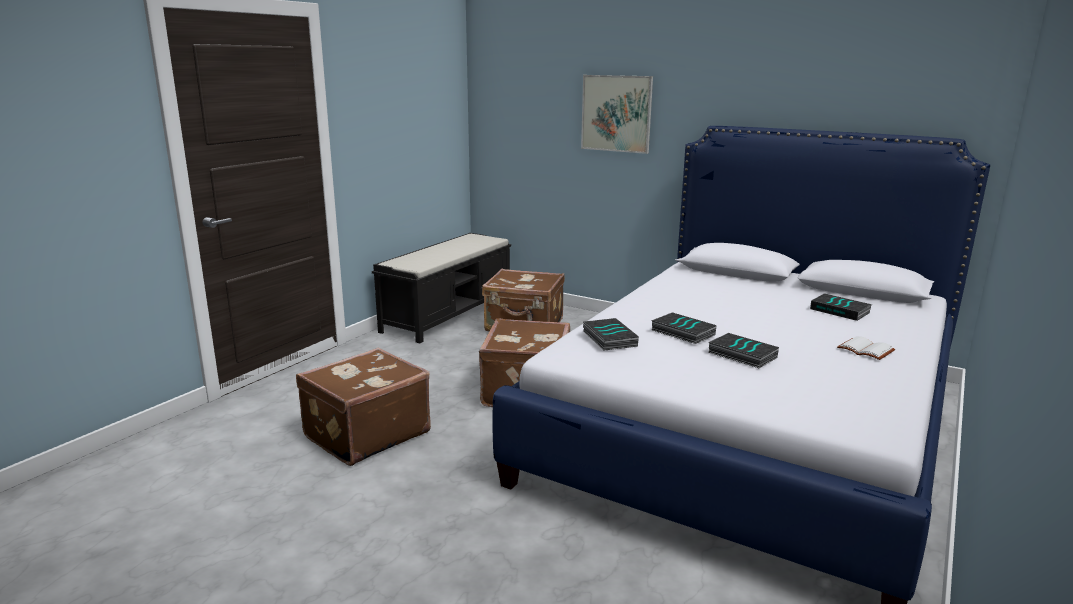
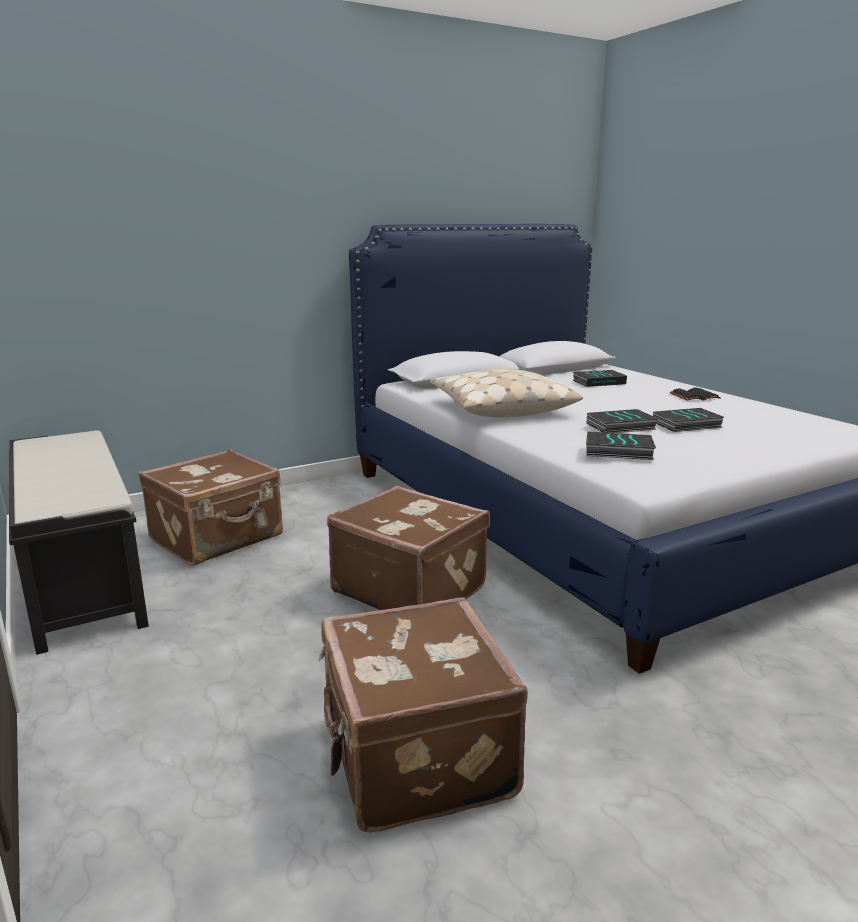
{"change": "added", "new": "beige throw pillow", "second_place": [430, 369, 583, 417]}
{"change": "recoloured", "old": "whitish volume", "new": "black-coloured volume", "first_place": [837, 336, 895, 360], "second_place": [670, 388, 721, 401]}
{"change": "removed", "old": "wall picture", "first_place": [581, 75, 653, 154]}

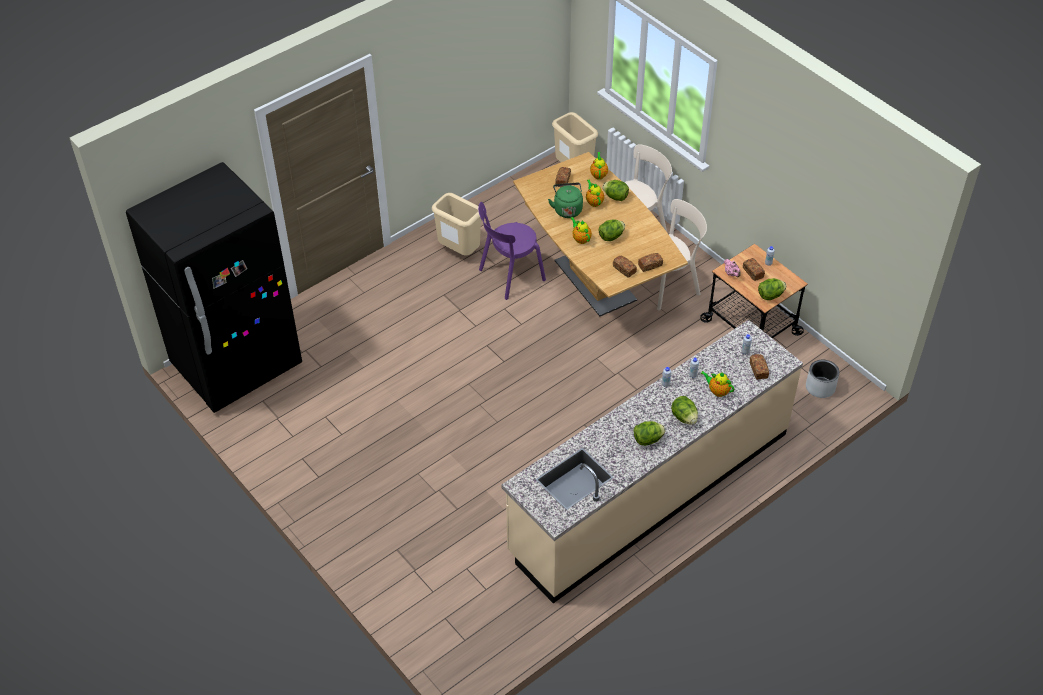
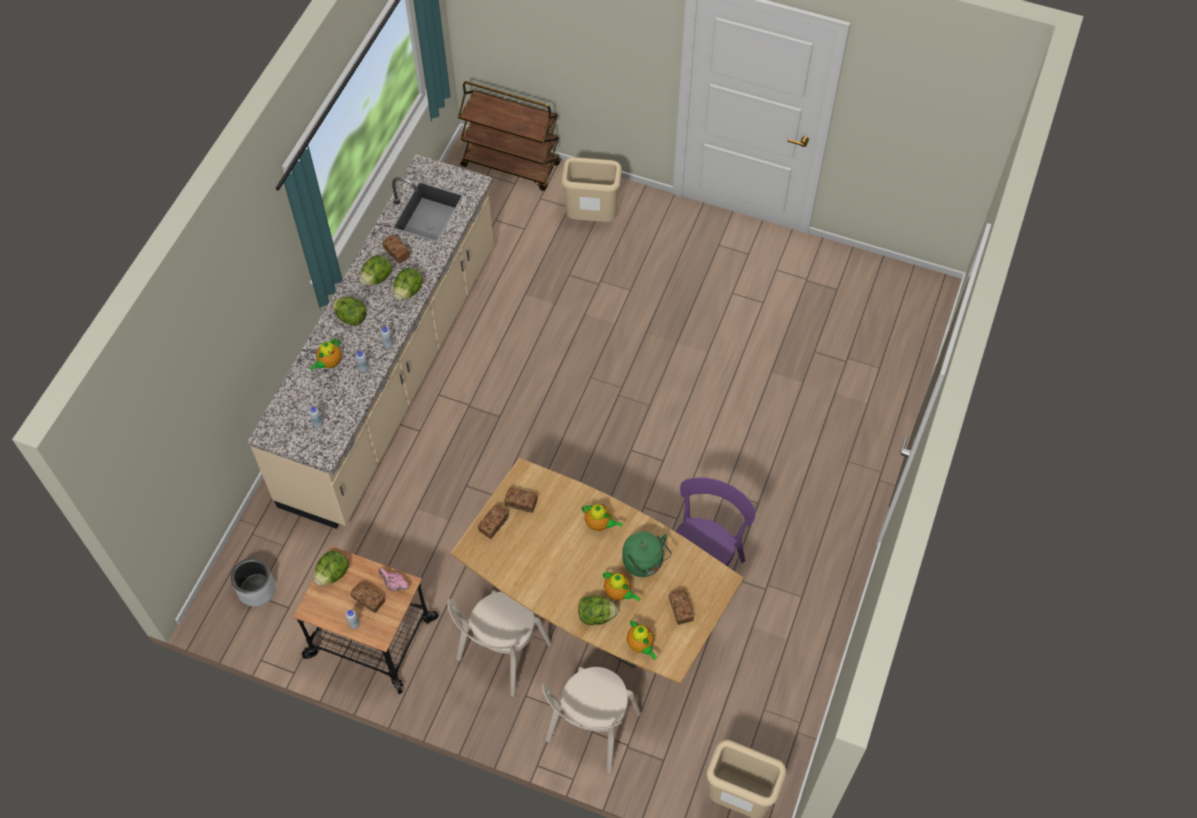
{"change": "turned", "old": "teapot", "first_place": [701, 371, 734, 397], "second_place": [310, 339, 342, 371], "degrees": 120}
{"change": "moved", "old": "bakery bread", "first_place": [750, 354, 769, 380], "second_place": [382, 235, 410, 264]}
{"change": "moved", "old": "lettuce head", "first_place": [599, 219, 625, 241], "second_place": [393, 268, 423, 300]}
{"change": "added", "new": "brown trolley", "second_place": [458, 81, 561, 191]}
{"change": "moved", "old": "beige rubbish bin", "first_place": [432, 193, 481, 255], "second_place": [561, 157, 622, 222]}
{"change": "removed", "old": "black-coloured fridge", "first_place": [126, 162, 302, 413]}

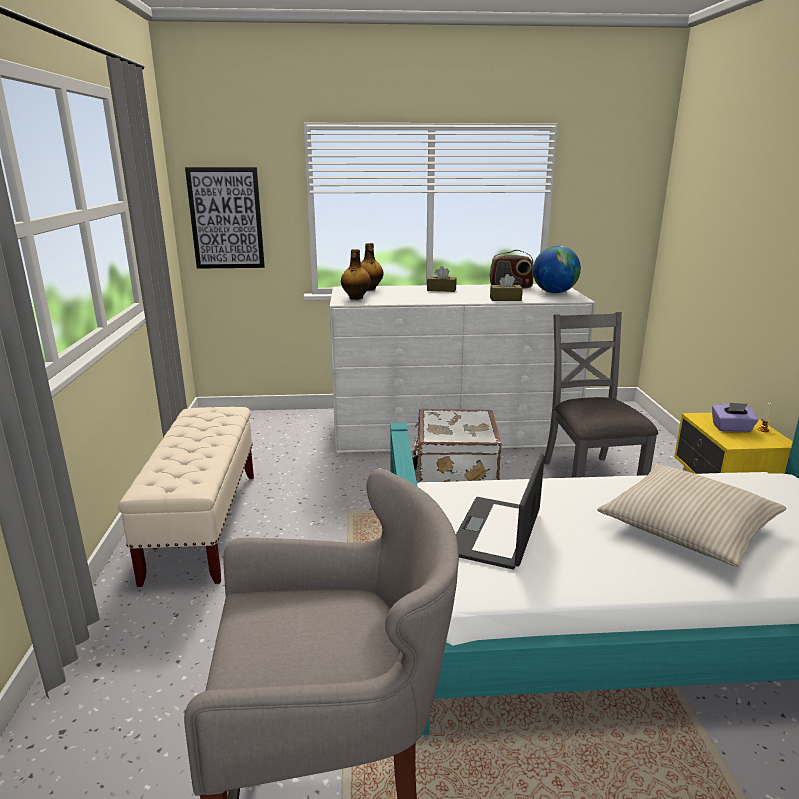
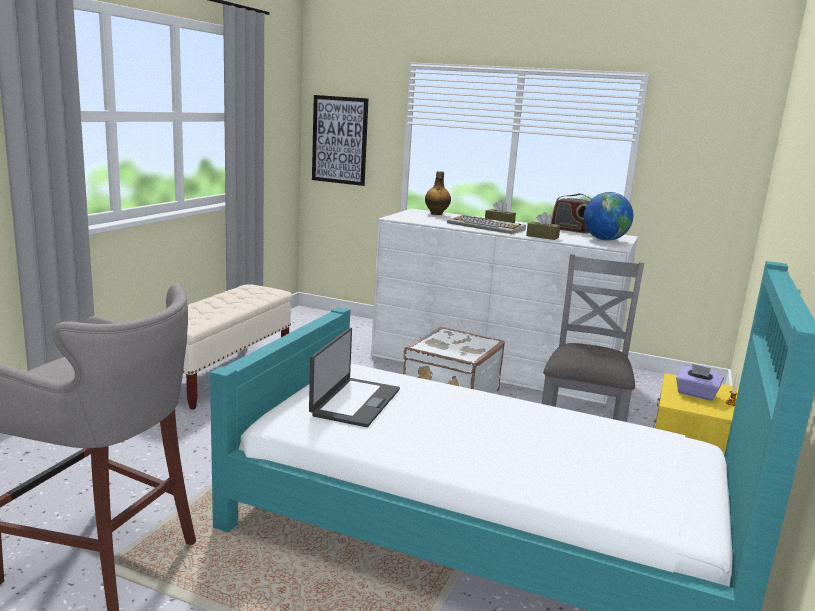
{"change": "turned", "old": "notebook computer", "first_place": [456, 453, 545, 570], "second_place": [309, 328, 400, 427], "degrees": 150}
{"change": "added", "new": "computer keyboard", "second_place": [447, 215, 526, 234]}
{"change": "removed", "old": "bottle", "first_place": [341, 249, 371, 300]}
{"change": "removed", "old": "beige throw pillow", "first_place": [597, 463, 786, 567]}

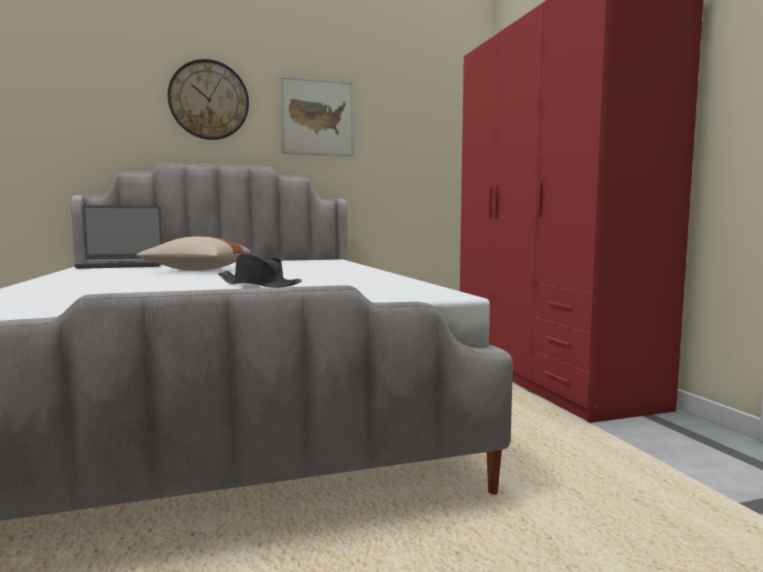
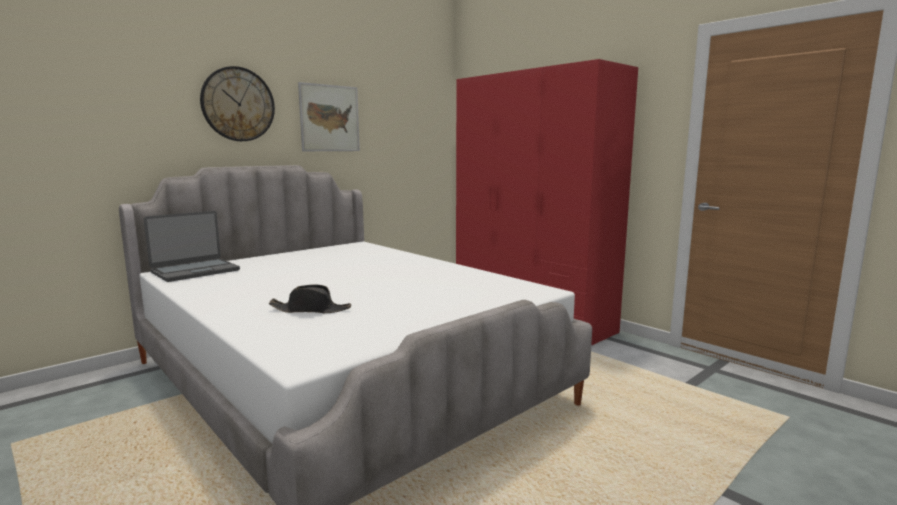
{"change": "moved", "old": "black-coloured wearable hat", "first_place": [218, 253, 302, 288], "second_place": [268, 284, 351, 313]}
{"change": "removed", "old": "beige throw pillow", "first_place": [136, 236, 251, 271]}

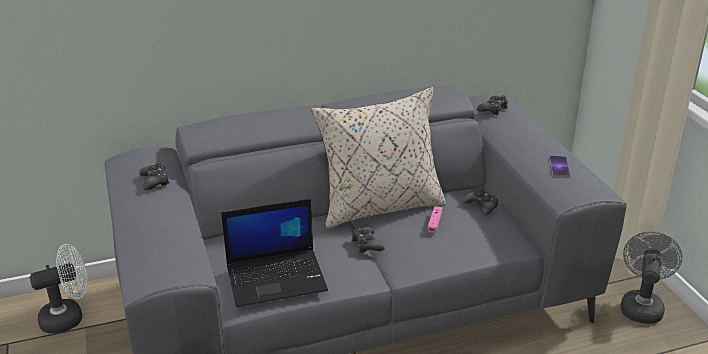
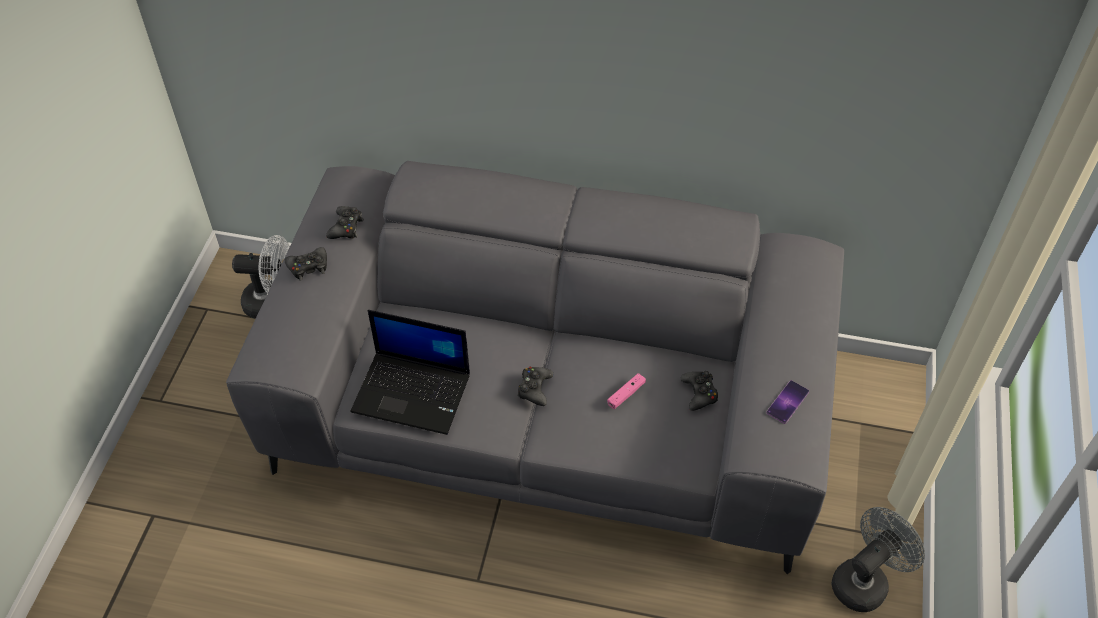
{"change": "moved", "old": "black-coloured joypad", "first_place": [477, 95, 508, 115], "second_place": [284, 247, 327, 281]}
{"change": "removed", "old": "beige throw pillow", "first_place": [311, 87, 446, 229]}

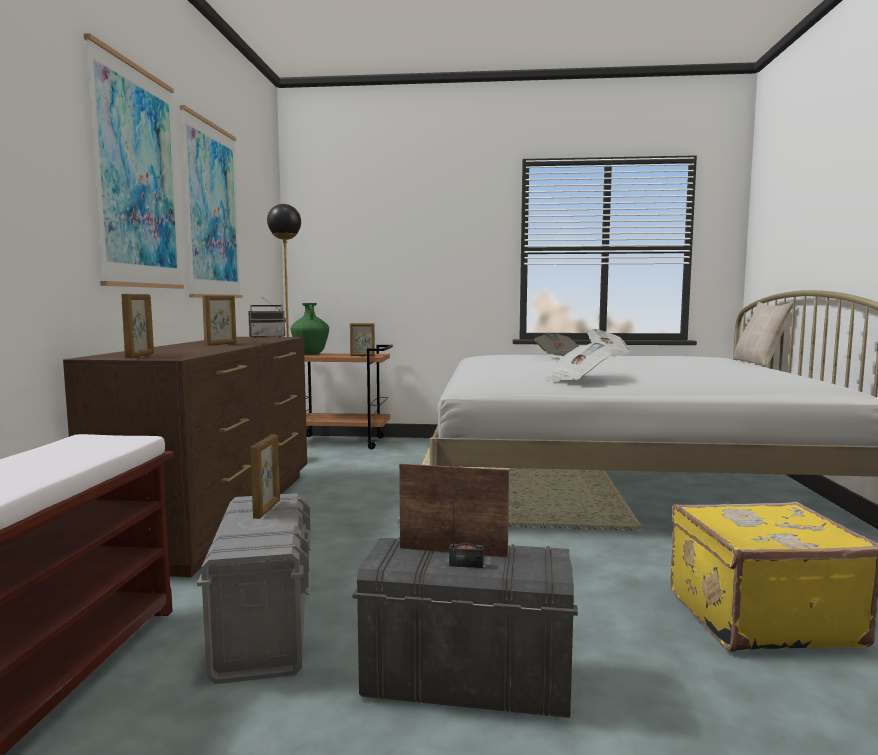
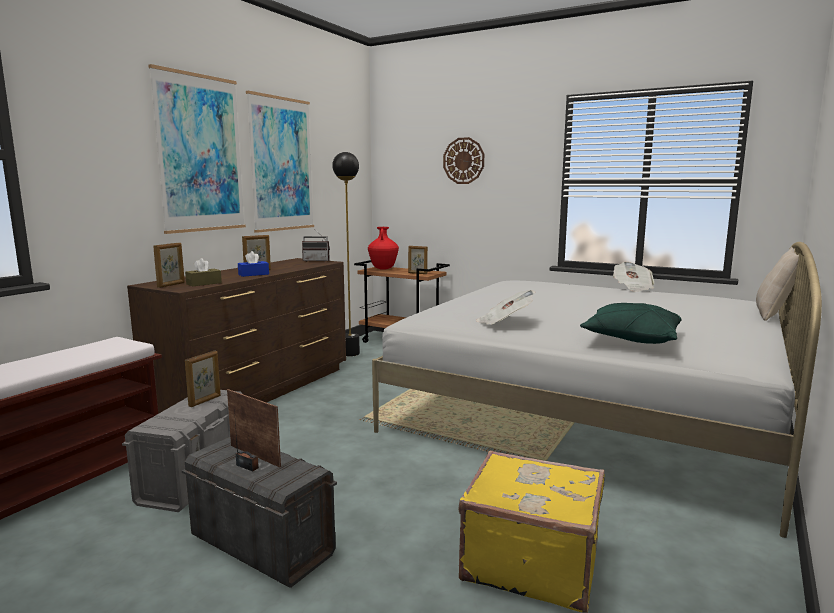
{"change": "added", "new": "brown box of tissues", "second_place": [185, 258, 222, 286]}
{"change": "added", "new": "bluish box of tissues", "second_place": [238, 251, 269, 277]}
{"change": "recoloured", "old": "green-coloured vase", "new": "red vase", "first_place": [291, 303, 329, 355], "second_place": [368, 227, 399, 270]}
{"change": "added", "new": "clock on the wall", "second_place": [443, 137, 484, 184]}
{"change": "added", "new": "green-coloured throw pillow", "second_place": [580, 303, 682, 344]}
{"change": "removed", "old": "newspaper", "first_place": [534, 333, 579, 356]}

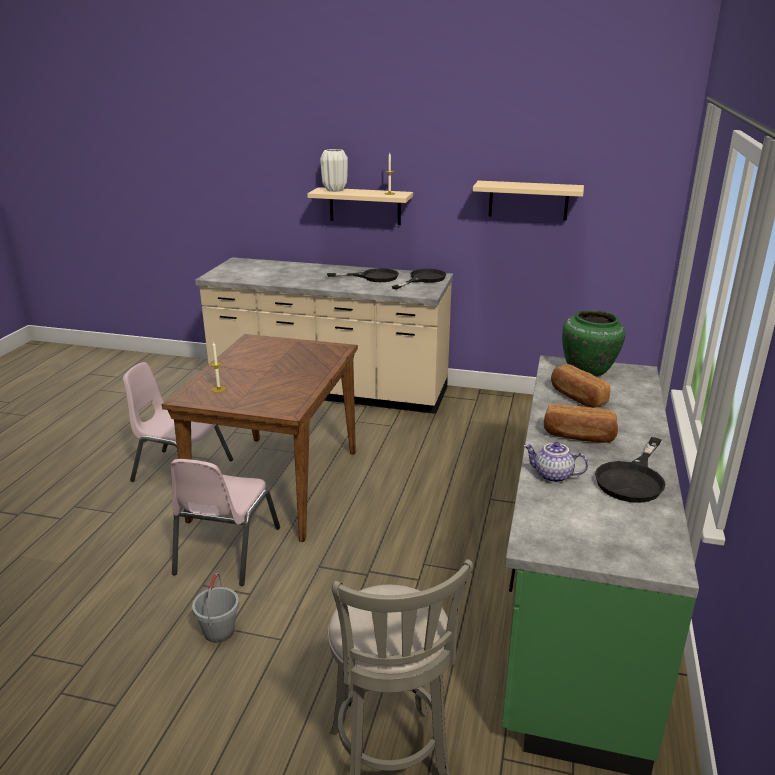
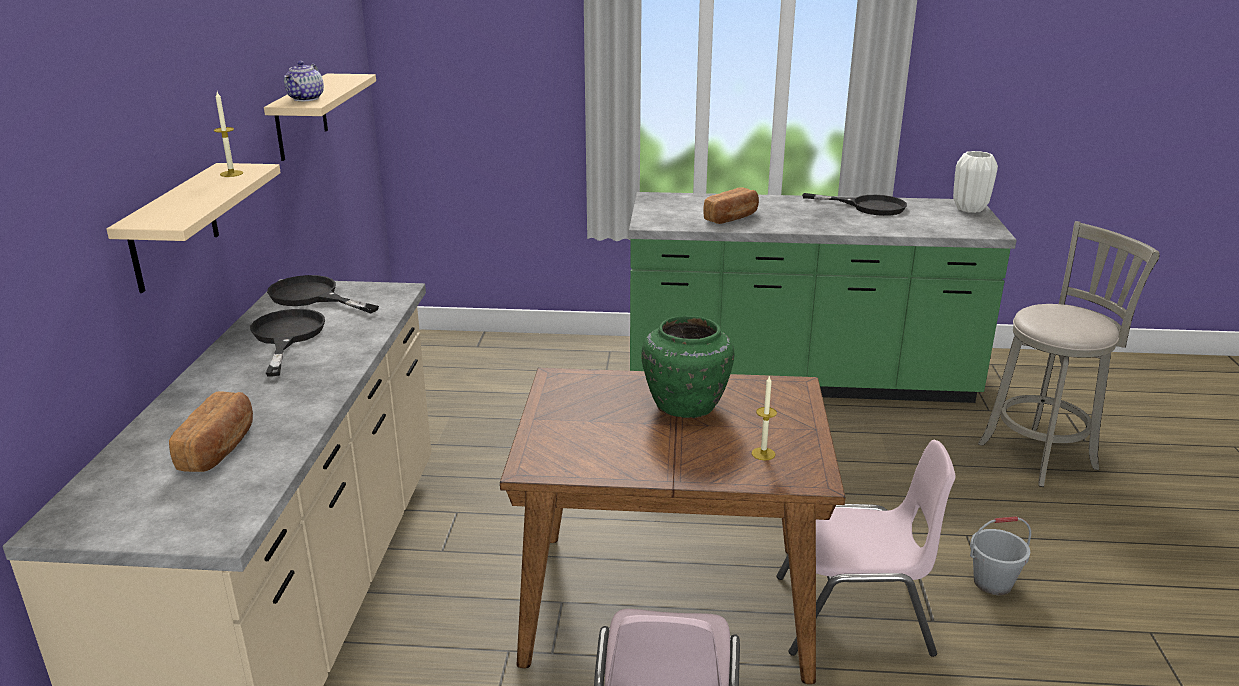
{"change": "moved", "old": "bakery bread", "first_place": [544, 404, 618, 443], "second_place": [169, 391, 253, 472]}
{"change": "moved", "old": "teapot", "first_place": [524, 442, 588, 483], "second_place": [284, 61, 324, 101]}
{"change": "moved", "old": "green-coloured vase", "first_place": [562, 310, 625, 376], "second_place": [641, 316, 734, 418]}
{"change": "moved", "old": "whitish vase", "first_place": [320, 149, 348, 192], "second_place": [953, 151, 998, 213]}

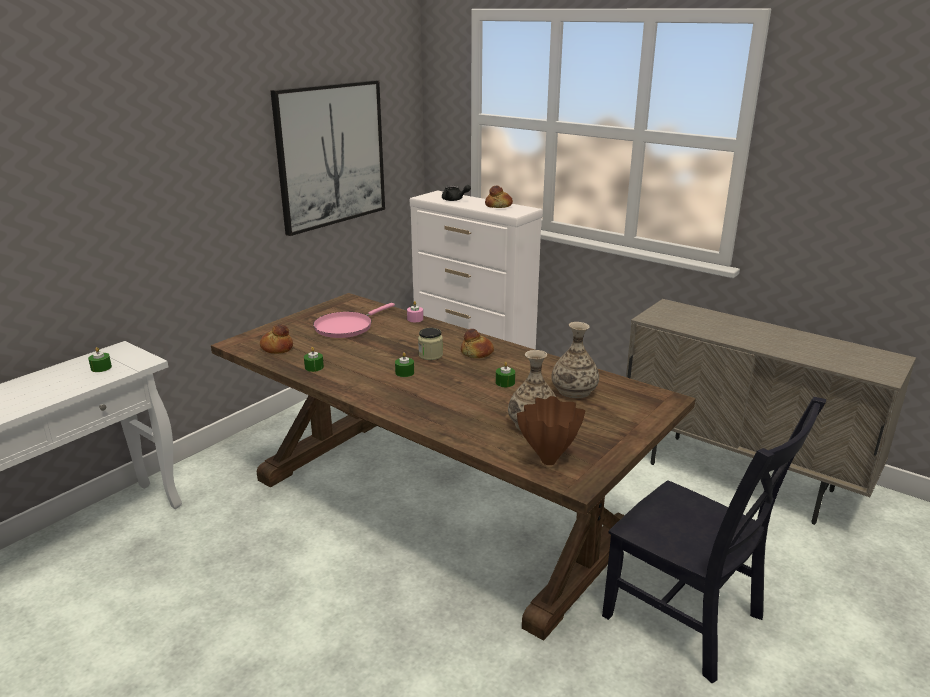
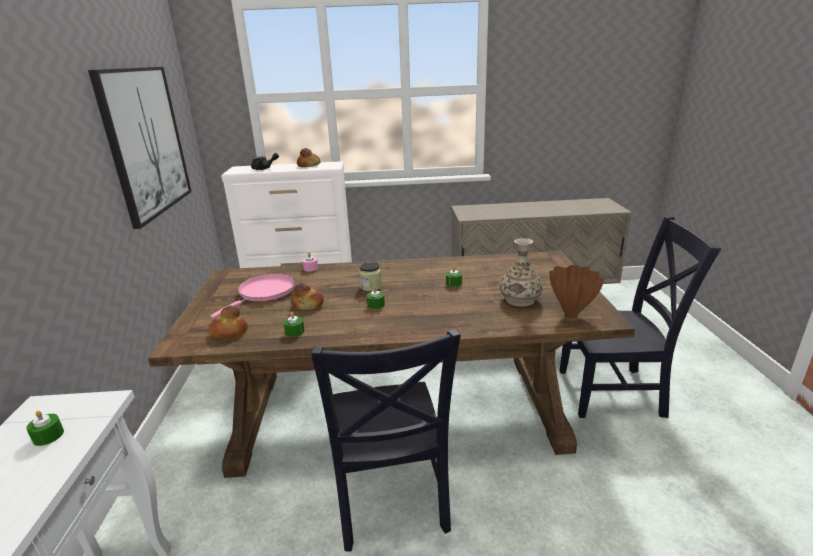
{"change": "turned", "old": "pinkish frying pan", "first_place": [313, 303, 395, 338], "second_place": [210, 274, 295, 319], "degrees": -150}
{"change": "moved", "old": "bakery bread", "first_place": [461, 329, 494, 358], "second_place": [291, 283, 324, 310]}
{"change": "added", "new": "black-coloured plain chair", "second_place": [311, 329, 461, 552]}
{"change": "removed", "old": "vase", "first_place": [551, 322, 599, 398]}

